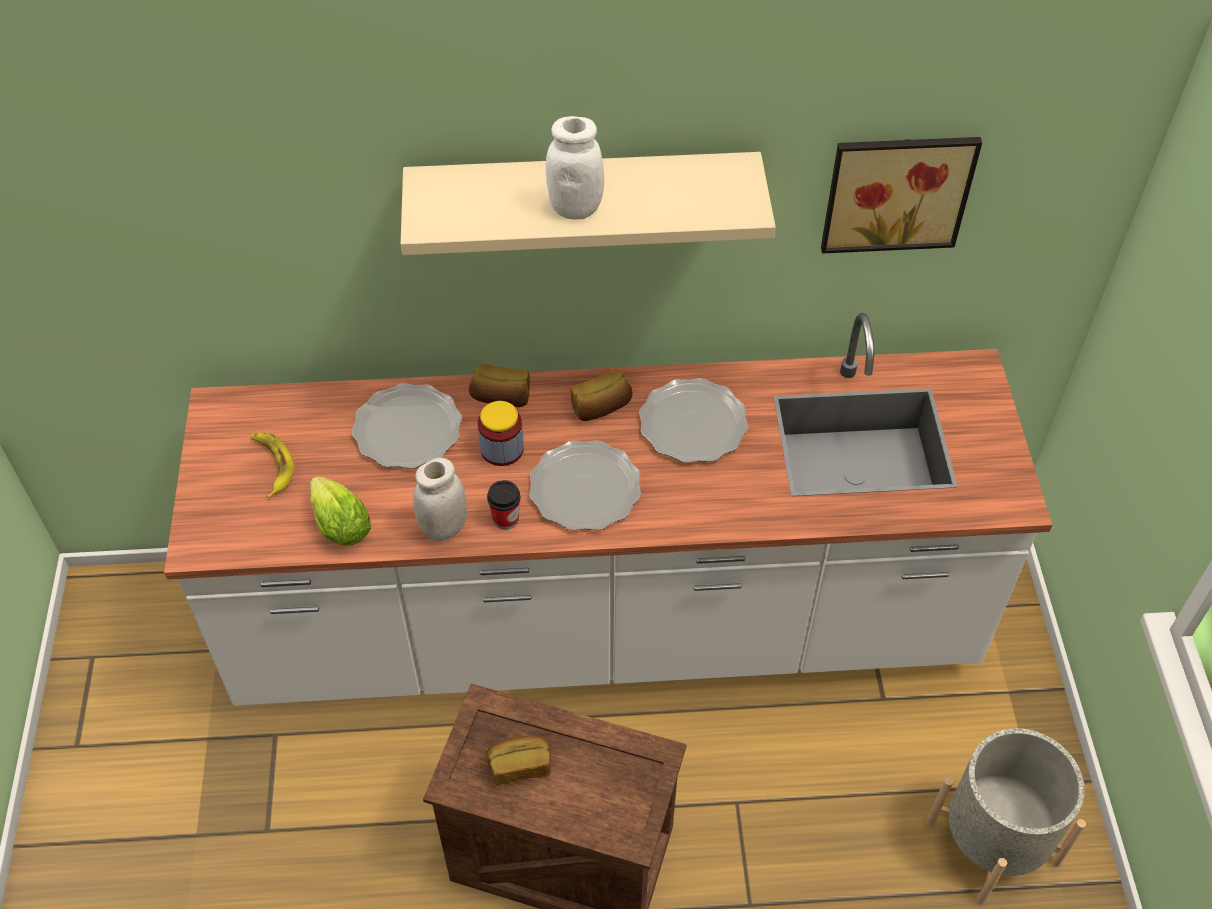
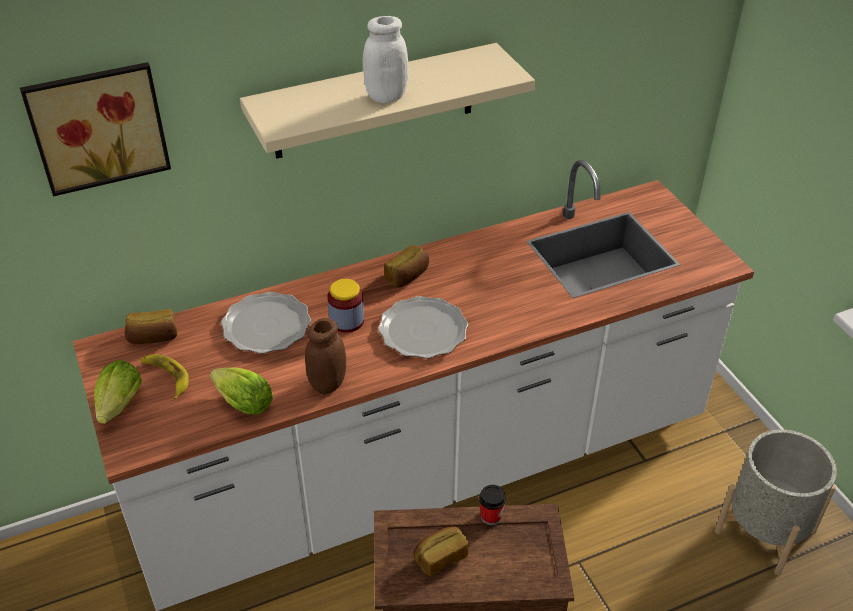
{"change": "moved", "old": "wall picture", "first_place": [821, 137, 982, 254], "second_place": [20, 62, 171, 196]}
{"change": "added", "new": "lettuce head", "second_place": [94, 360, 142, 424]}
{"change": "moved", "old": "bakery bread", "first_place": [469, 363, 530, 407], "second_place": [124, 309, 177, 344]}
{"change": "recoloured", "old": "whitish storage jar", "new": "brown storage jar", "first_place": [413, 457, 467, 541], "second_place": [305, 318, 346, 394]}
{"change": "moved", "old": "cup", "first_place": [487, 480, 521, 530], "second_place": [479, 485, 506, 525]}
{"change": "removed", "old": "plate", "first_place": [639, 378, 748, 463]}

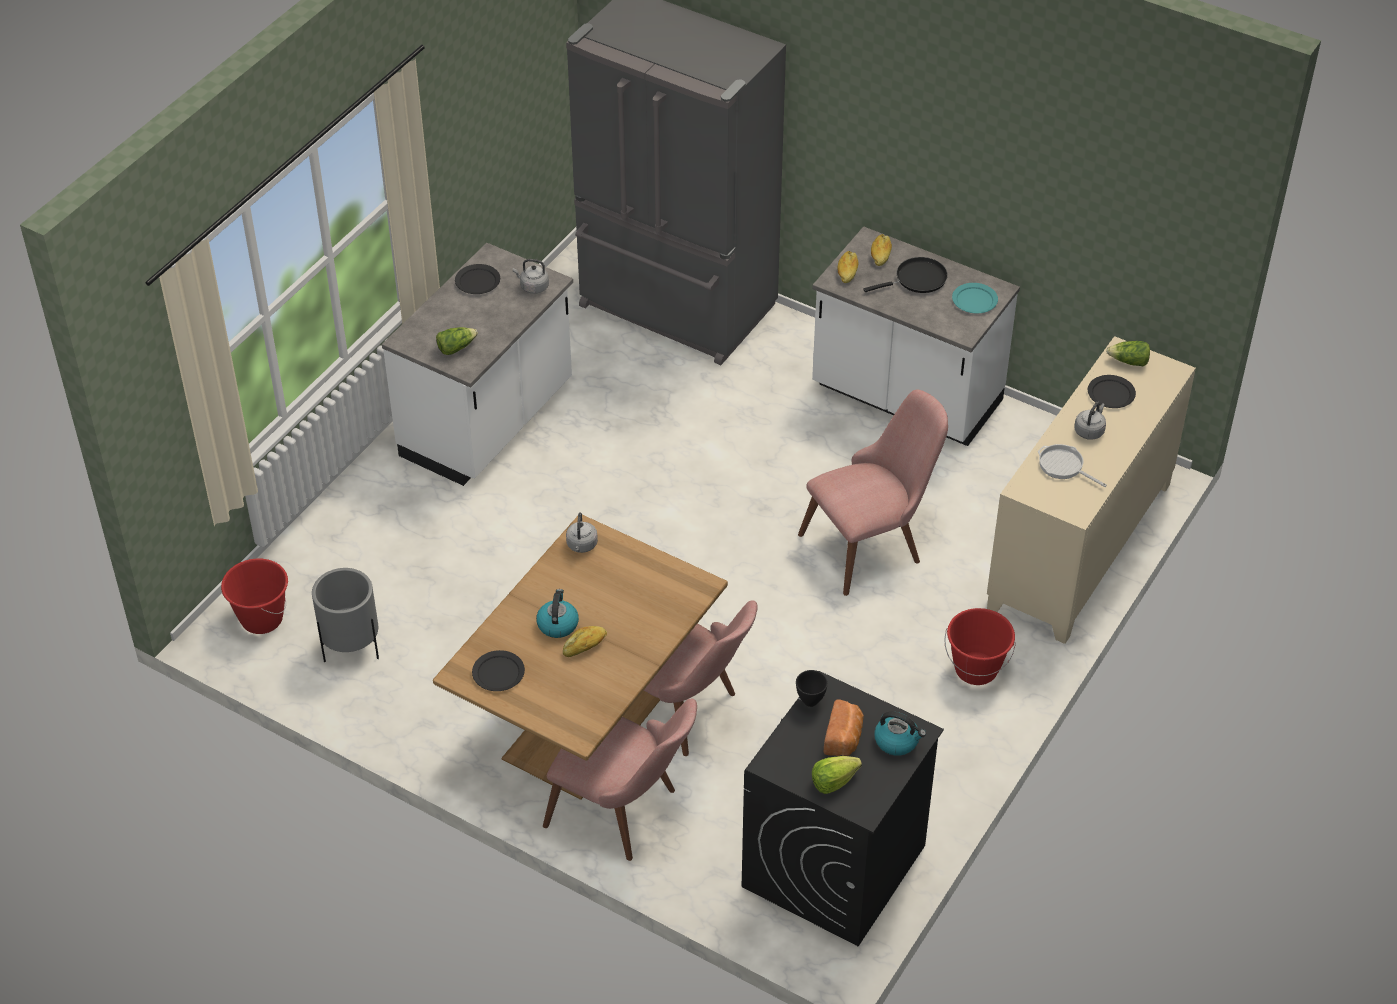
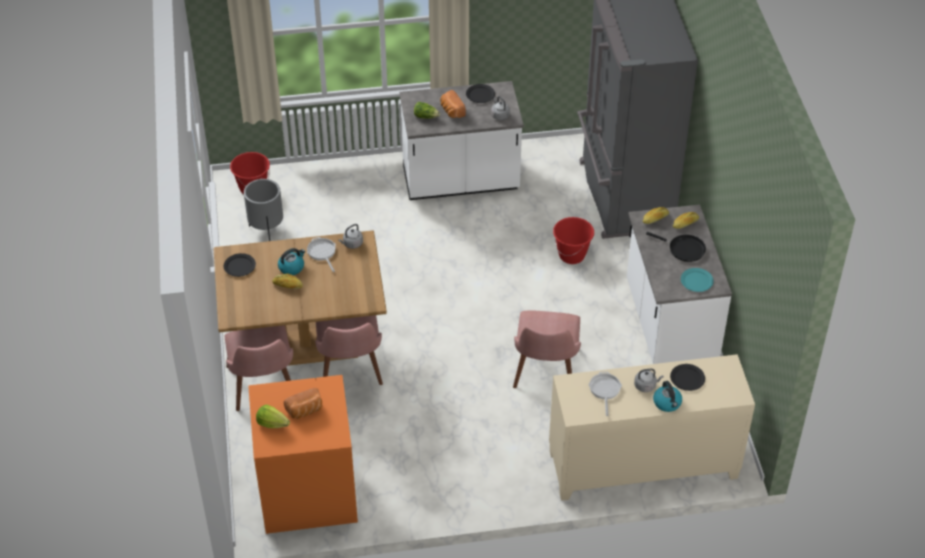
{"change": "recoloured", "old": "black-coloured washing machine", "new": "orangey washing machine", "first_place": [742, 671, 944, 946], "second_place": [248, 375, 358, 534]}
{"change": "added", "new": "frying pan", "second_place": [307, 237, 336, 272]}
{"change": "added", "new": "bakery bread", "second_place": [440, 90, 466, 118]}
{"change": "turned", "old": "pinkish plain chair", "first_place": [798, 390, 948, 596], "second_place": [513, 310, 581, 388], "degrees": 75}
{"change": "moved", "old": "red bucket", "first_place": [944, 608, 1016, 685], "second_place": [553, 217, 594, 264]}
{"change": "moved", "old": "tea kettle", "first_place": [874, 711, 926, 756], "second_place": [653, 381, 682, 412]}
{"change": "removed", "old": "black-coloured bowl", "first_place": [796, 670, 828, 707]}
{"change": "removed", "old": "lettuce head", "first_place": [1106, 341, 1150, 366]}

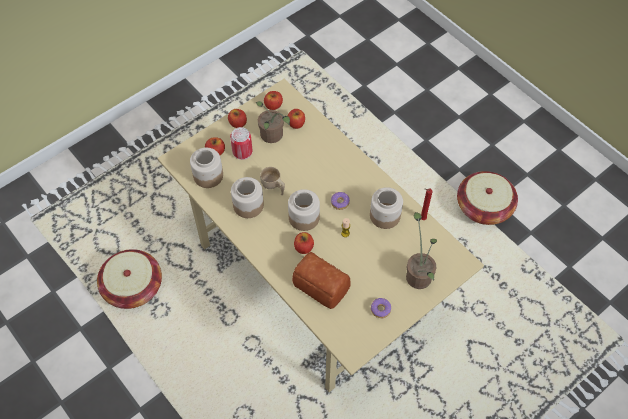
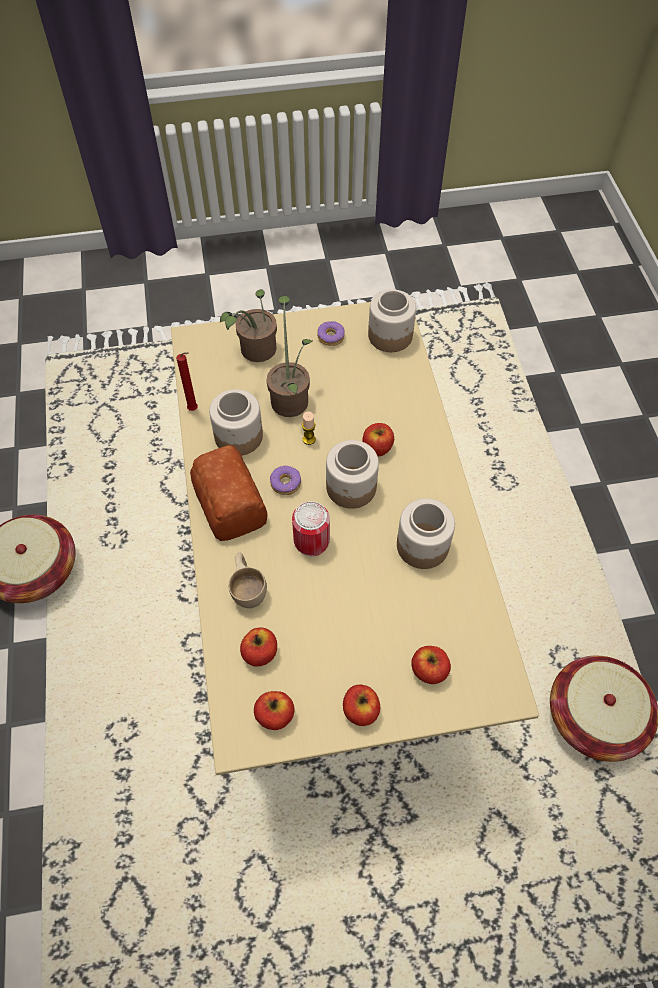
{"change": "moved", "old": "bakery bread", "first_place": [292, 252, 351, 309], "second_place": [190, 445, 268, 541]}
{"change": "moved", "old": "beige cup", "first_place": [260, 167, 285, 196], "second_place": [228, 553, 267, 608]}
{"change": "moved", "old": "houseplant", "first_place": [256, 101, 290, 143], "second_place": [267, 296, 312, 417]}
{"change": "moved", "old": "metal can", "first_place": [230, 127, 252, 160], "second_place": [292, 501, 330, 556]}
{"change": "moved", "old": "storage jar", "first_place": [190, 148, 223, 188], "second_place": [368, 289, 416, 352]}

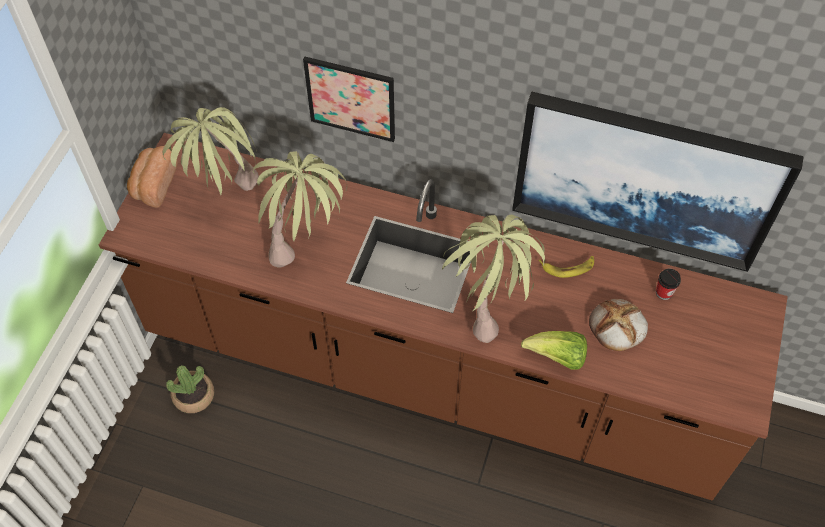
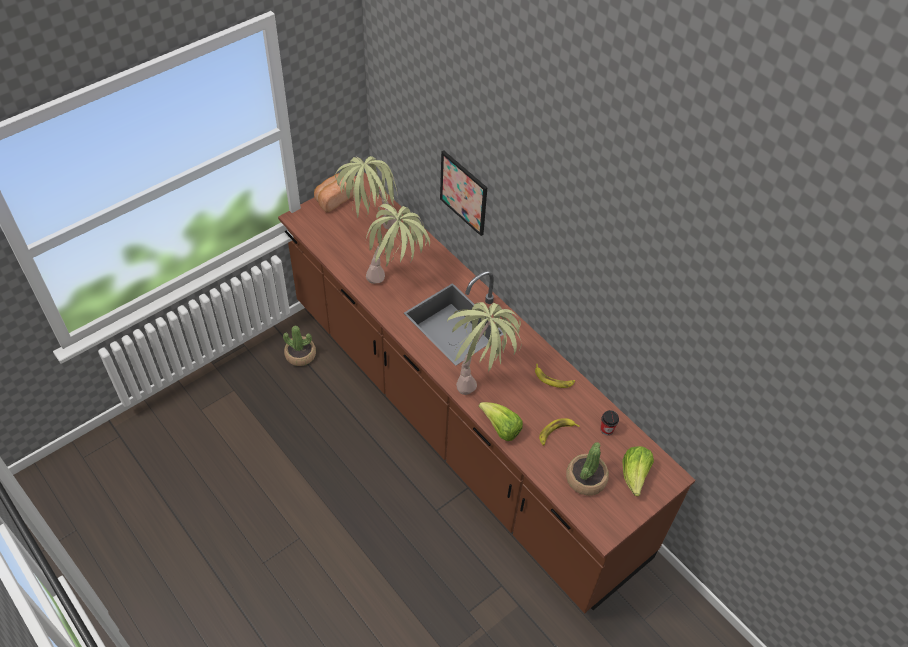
{"change": "replaced", "old": "bakery bread", "new": "banana", "first_place": [589, 299, 648, 351], "second_place": [539, 418, 580, 445]}
{"change": "added", "new": "houseplant", "second_place": [566, 442, 609, 495]}
{"change": "added", "new": "lettuce head", "second_place": [622, 446, 654, 496]}
{"change": "removed", "old": "wall picture", "first_place": [512, 92, 804, 272]}

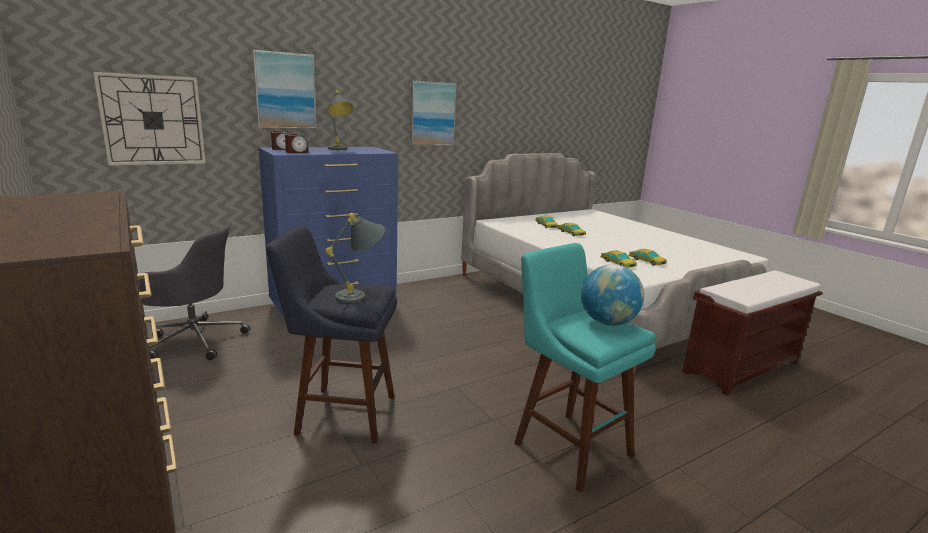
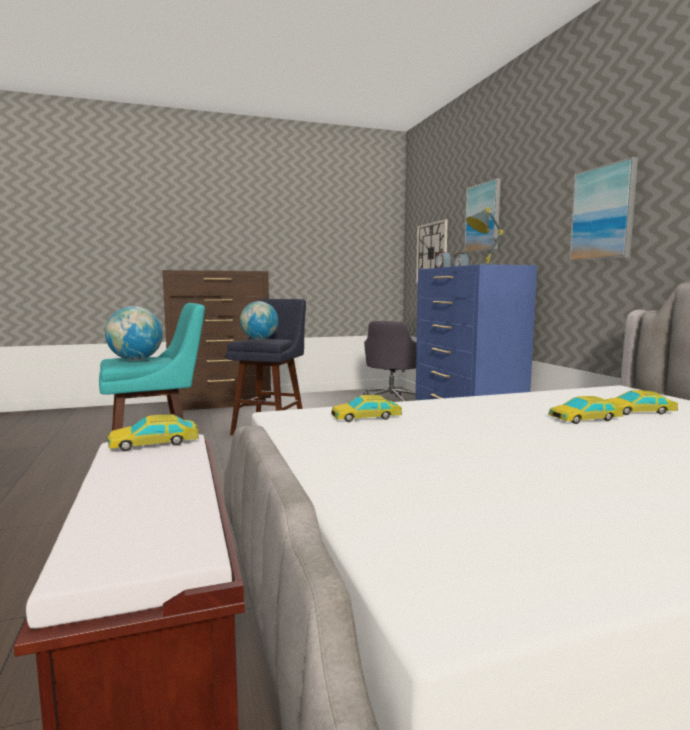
{"change": "moved", "old": "miniature car", "first_place": [629, 249, 667, 266], "second_place": [107, 414, 199, 451]}
{"change": "replaced", "old": "grey table lamp", "new": "desk globe", "first_place": [325, 213, 385, 303], "second_place": [240, 301, 278, 340]}

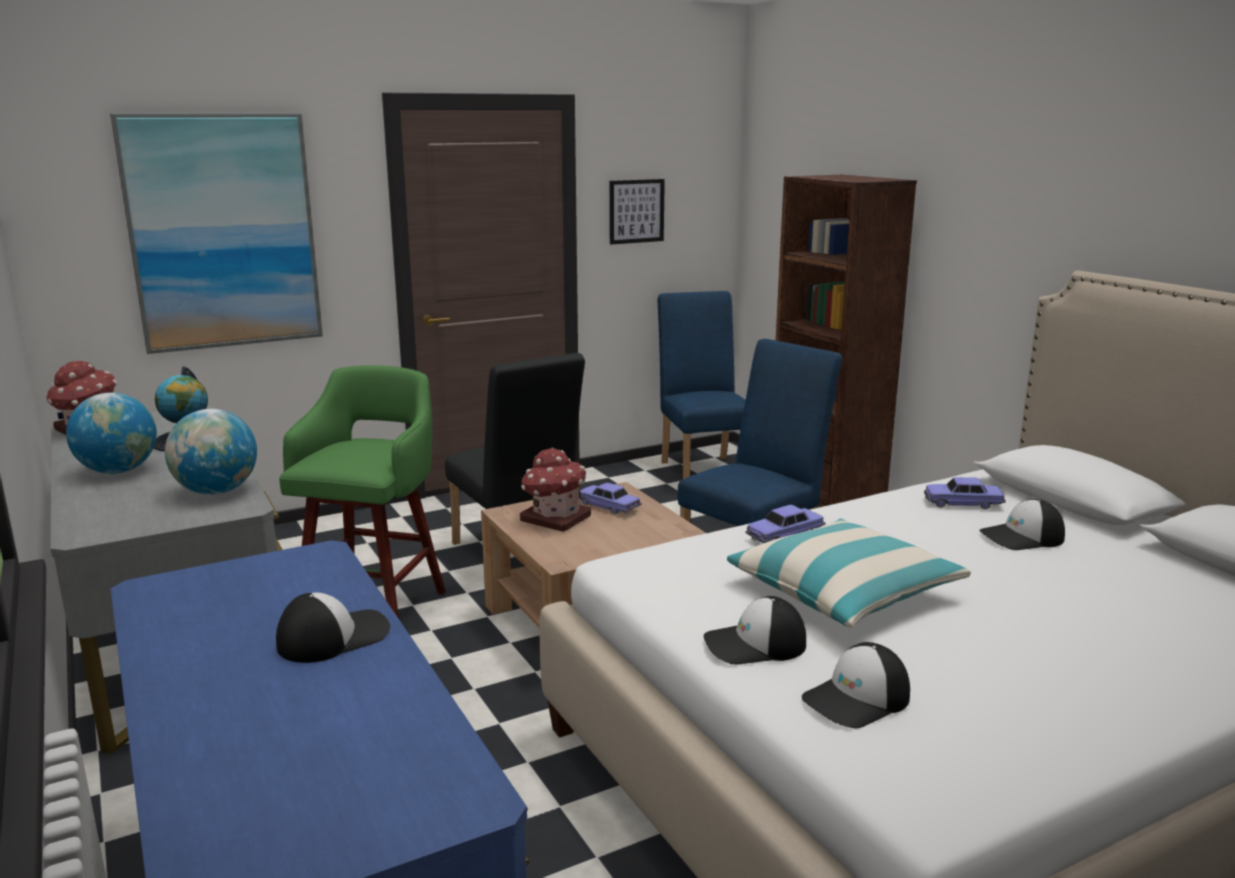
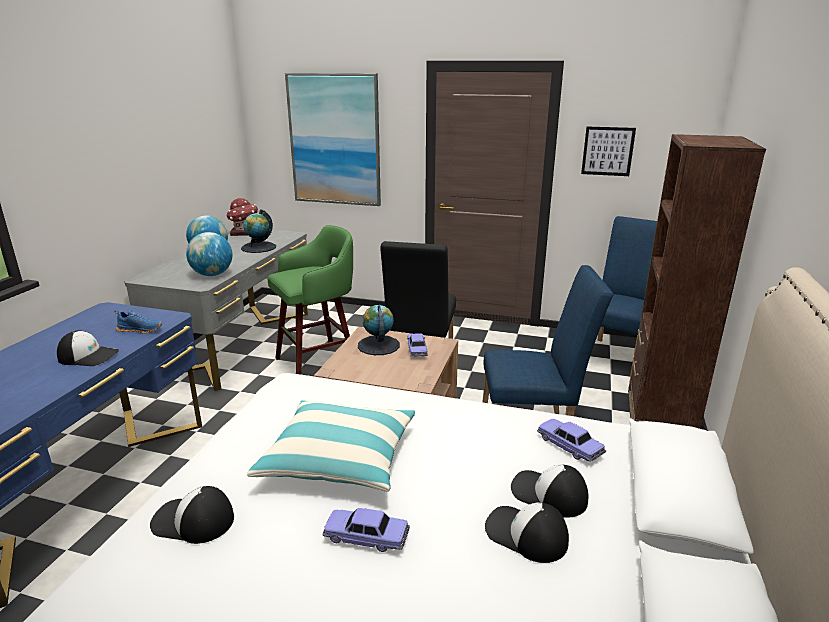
{"change": "added", "new": "bluish item of footwear", "second_place": [115, 310, 162, 334]}
{"change": "moved", "old": "miniature car", "first_place": [745, 505, 826, 543], "second_place": [322, 508, 410, 552]}
{"change": "replaced", "old": "miniature house", "new": "desk globe", "first_place": [520, 447, 591, 532], "second_place": [358, 305, 400, 355]}
{"change": "moved", "old": "baseball cap", "first_place": [704, 596, 806, 664], "second_place": [485, 502, 569, 563]}

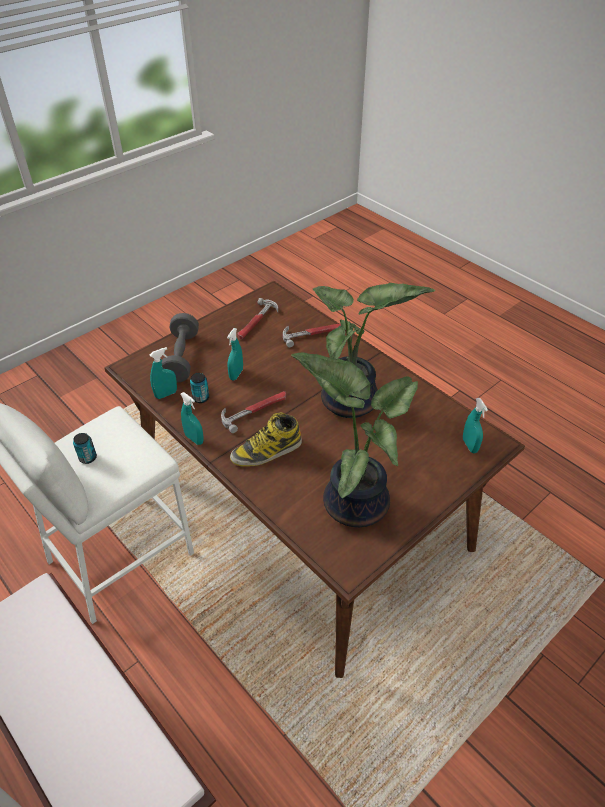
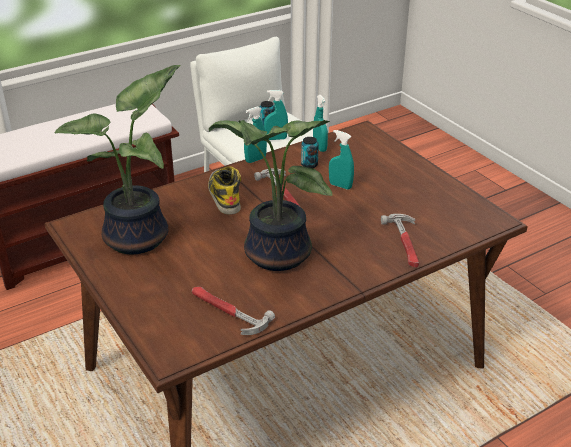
{"change": "moved", "old": "tool hammer", "first_place": [237, 298, 278, 339], "second_place": [192, 287, 275, 335]}
{"change": "moved", "old": "turquoise-coloured hand sprayer", "first_place": [463, 398, 488, 453], "second_place": [264, 90, 288, 140]}
{"change": "removed", "old": "grey free weight", "first_place": [162, 313, 199, 383]}

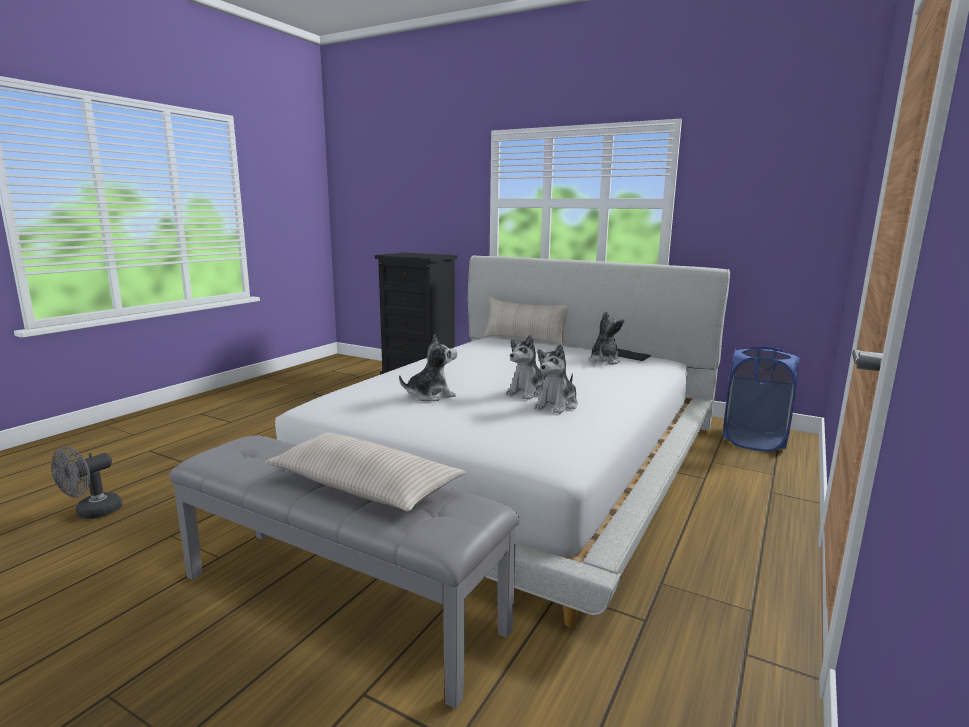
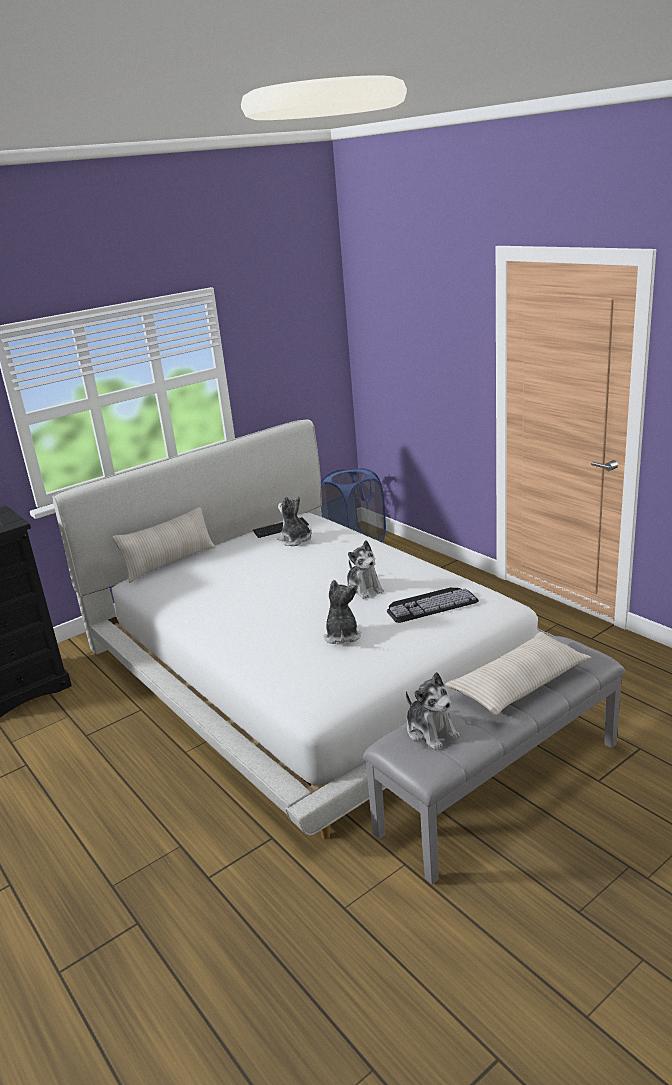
{"change": "added", "new": "computer keyboard", "second_place": [387, 588, 479, 623]}
{"change": "moved", "old": "cuddly toy", "first_place": [534, 344, 578, 414], "second_place": [406, 672, 460, 750]}
{"change": "removed", "old": "grey cooling fan", "first_place": [51, 447, 122, 519]}

